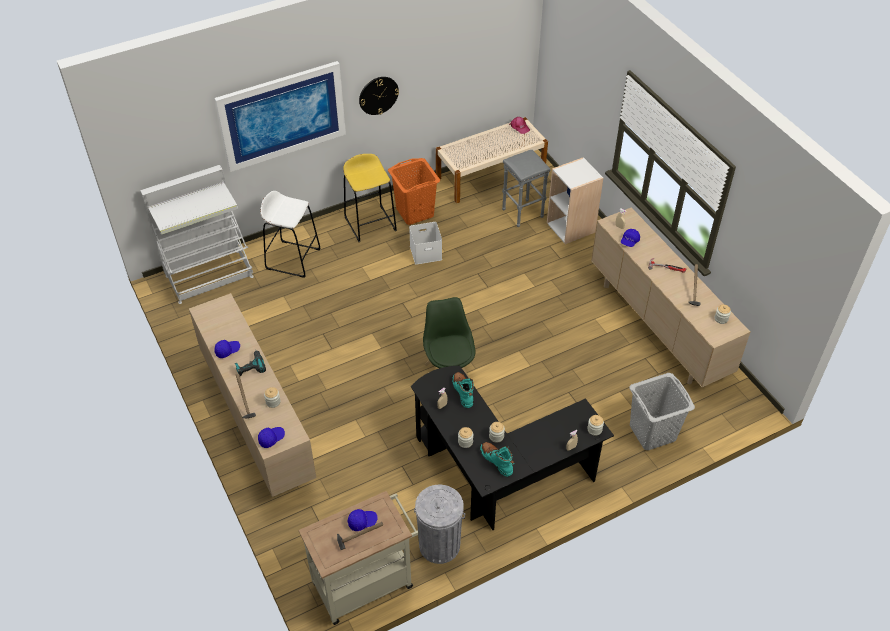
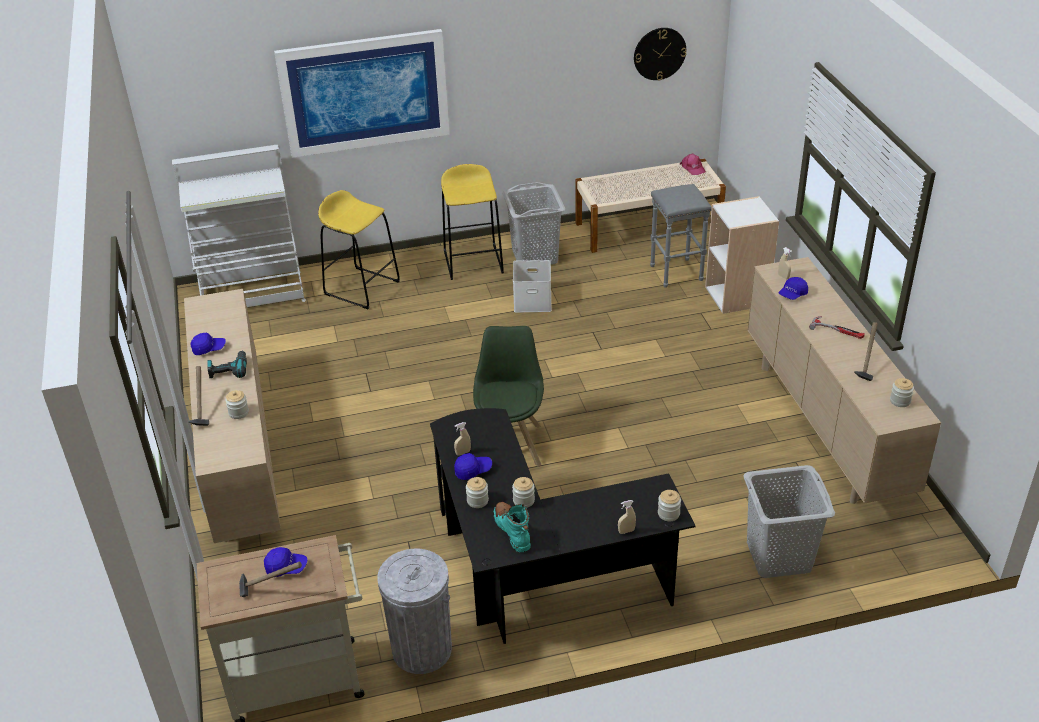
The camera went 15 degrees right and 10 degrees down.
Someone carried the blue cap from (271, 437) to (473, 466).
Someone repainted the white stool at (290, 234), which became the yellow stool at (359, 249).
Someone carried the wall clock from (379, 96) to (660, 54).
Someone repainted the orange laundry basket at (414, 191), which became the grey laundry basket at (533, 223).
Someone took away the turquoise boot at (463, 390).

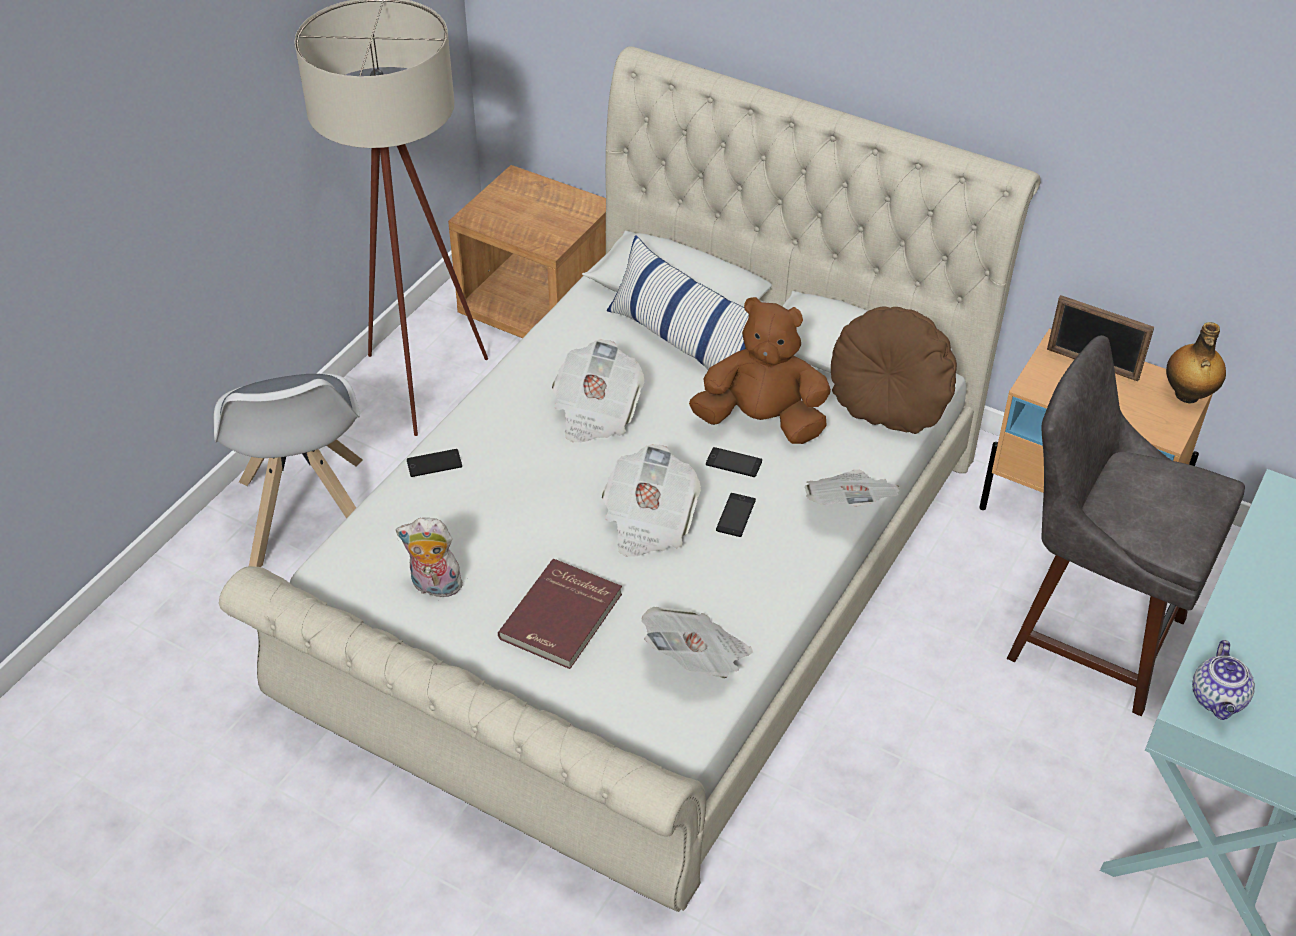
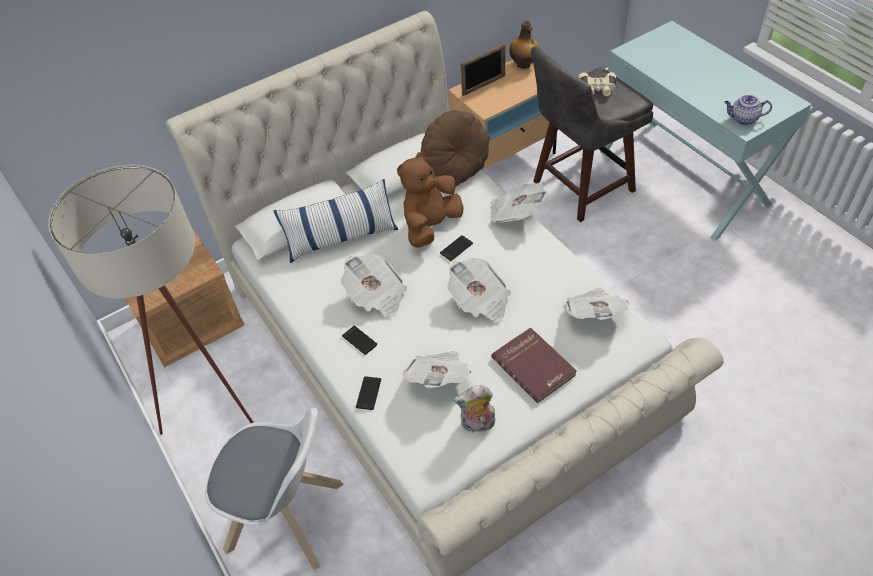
The camera went 60 degrees left and 5 degrees up.
Someone rotated the plush toy at (429, 558) by 45 degrees clockwise.
Someone carried the phone from (736, 515) to (359, 340).
Someone rotated the teapot at (1223, 680) by 150 degrees clockwise.
Someone put down the newspaper at (437, 369).
Someone put down the beige binoculars at (597, 84).

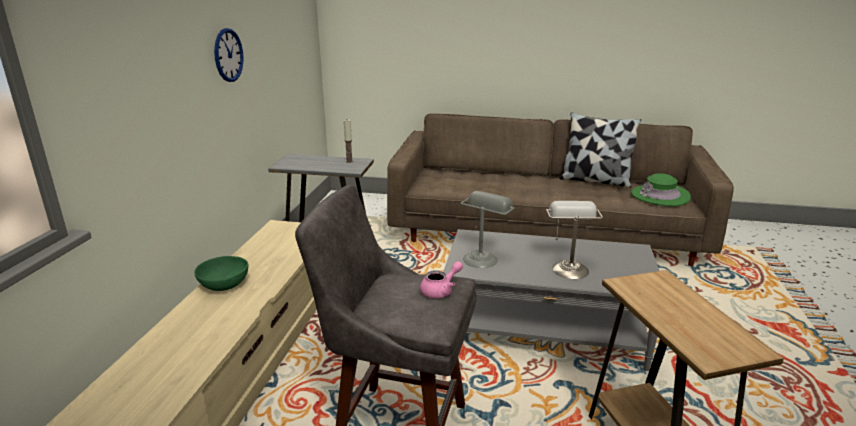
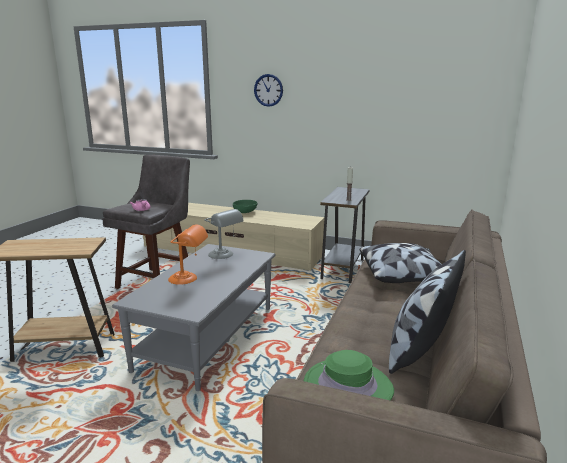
The camera went 100 degrees right and 5 degrees down.
Someone carried the wall clock from (229, 55) to (268, 90).
Someone repainted the white table lamp at (574, 240), which became the orange table lamp at (188, 254).
Someone put down the pillow at (401, 263).

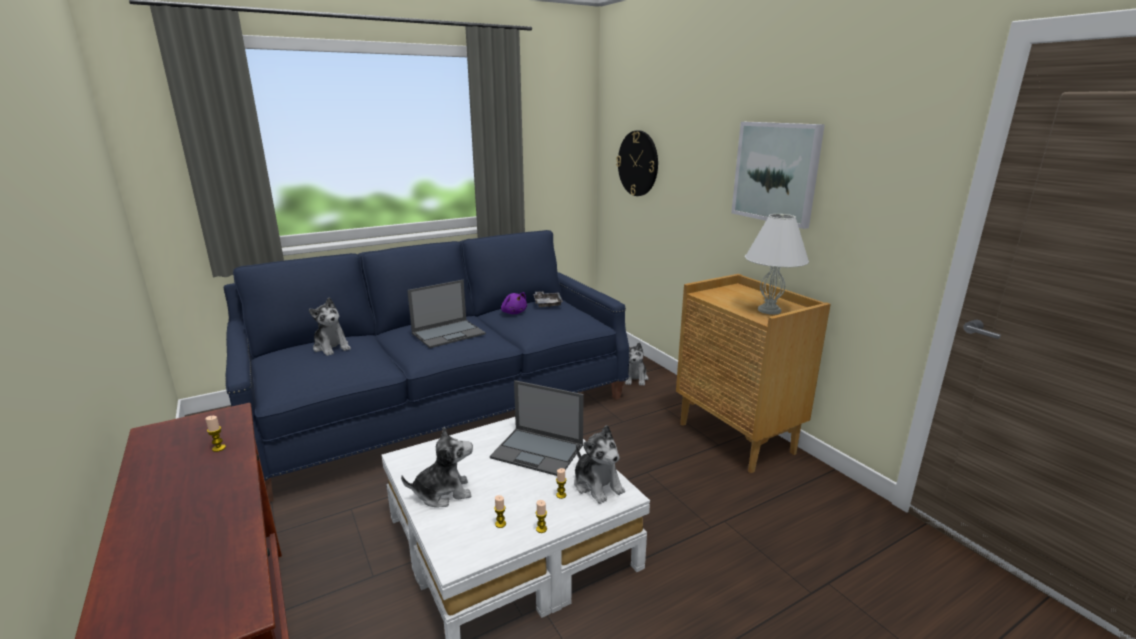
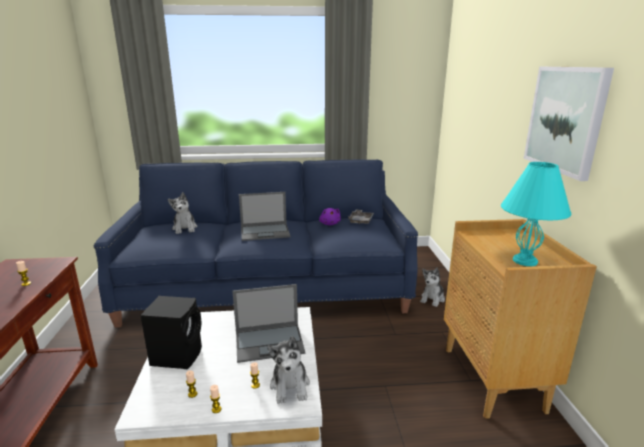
The camera went 25 degrees right and 0 degrees up.
Someone swapped the plush toy at (437, 467) for the black speaker at (171, 332).
Someone rotated the laptop at (537, 428) by 60 degrees counterclockwise.
Someone took away the wall clock at (637, 163).
Someone repainted the white table lamp at (777, 264), which became the turquoise table lamp at (536, 214).

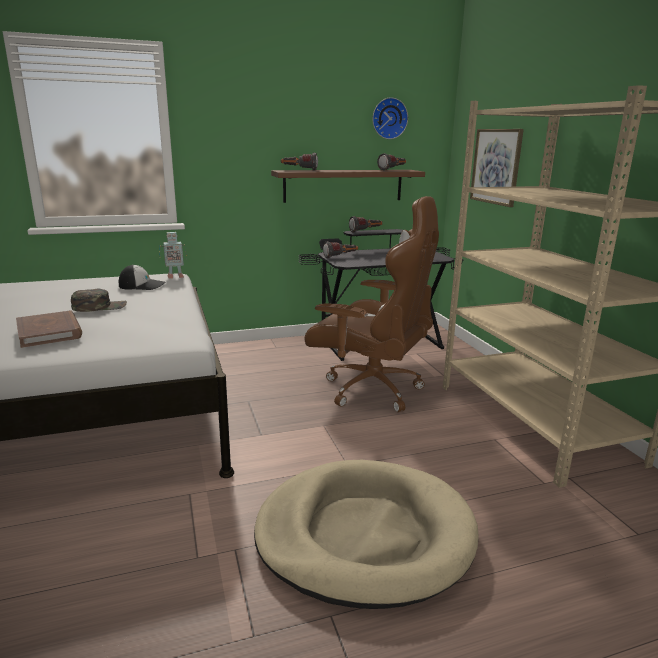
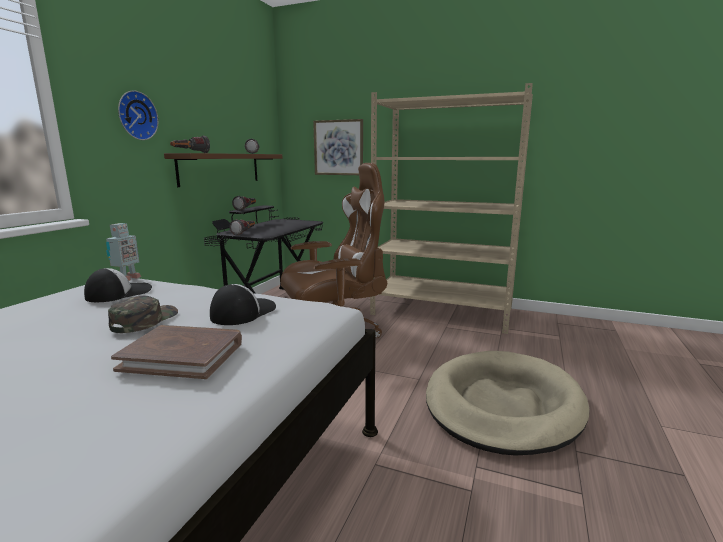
The camera went 50 degrees left and 5 degrees down.
Someone carried the wall clock from (390, 118) to (138, 115).
Someone put down the cap at (243, 304).

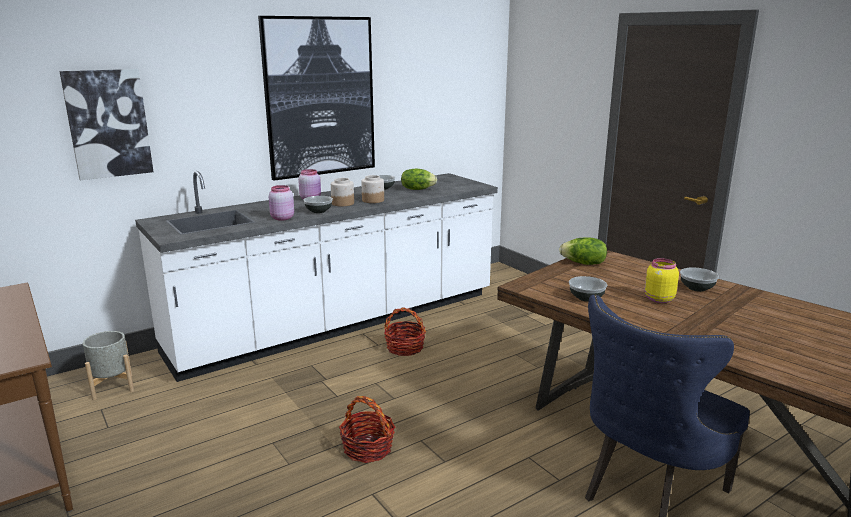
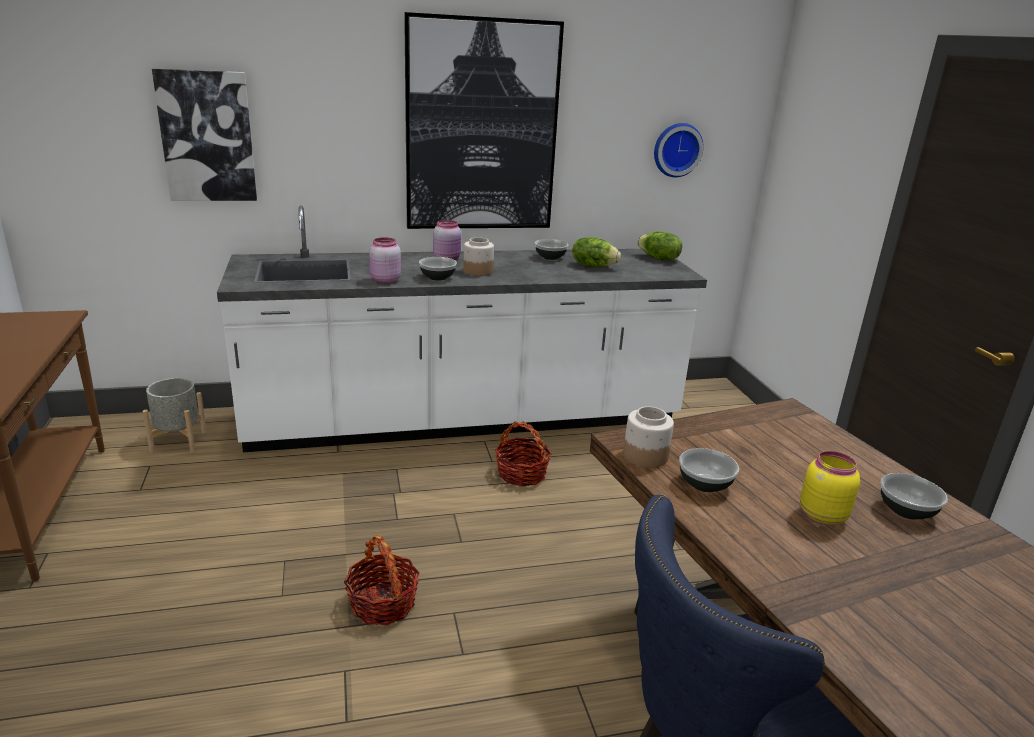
The camera went 20 degrees right and 5 degrees up.
Someone carried the jar from (372, 189) to (648, 437).
Someone carried the lettuce from (583, 251) to (659, 245).
Someone put up the wall clock at (679, 150).

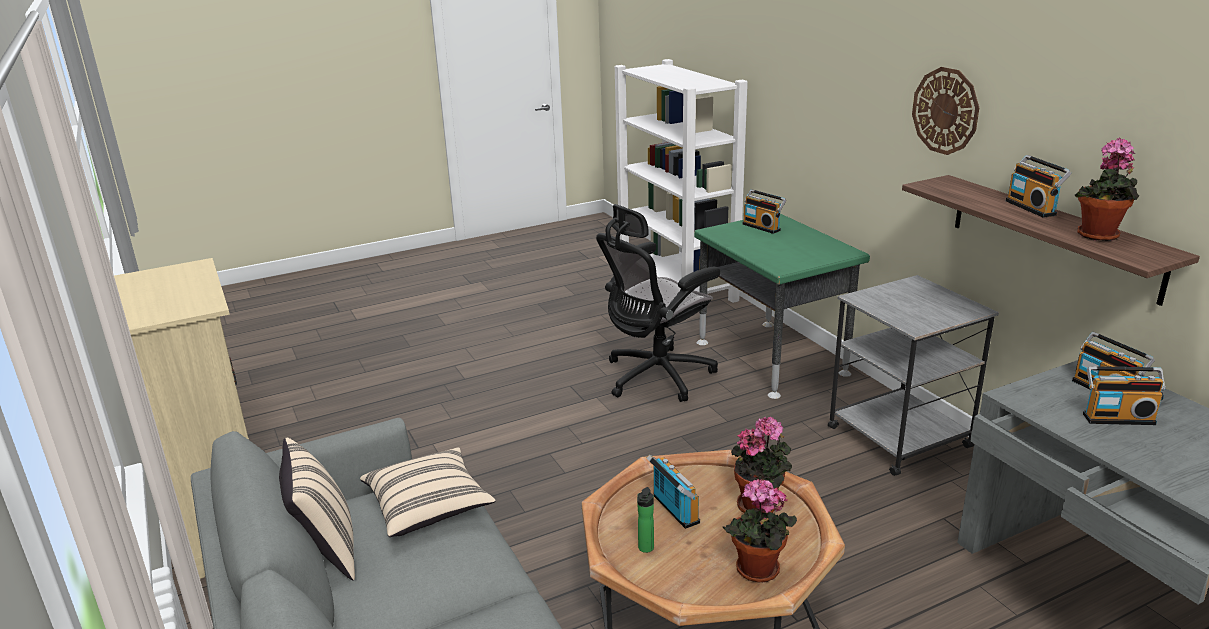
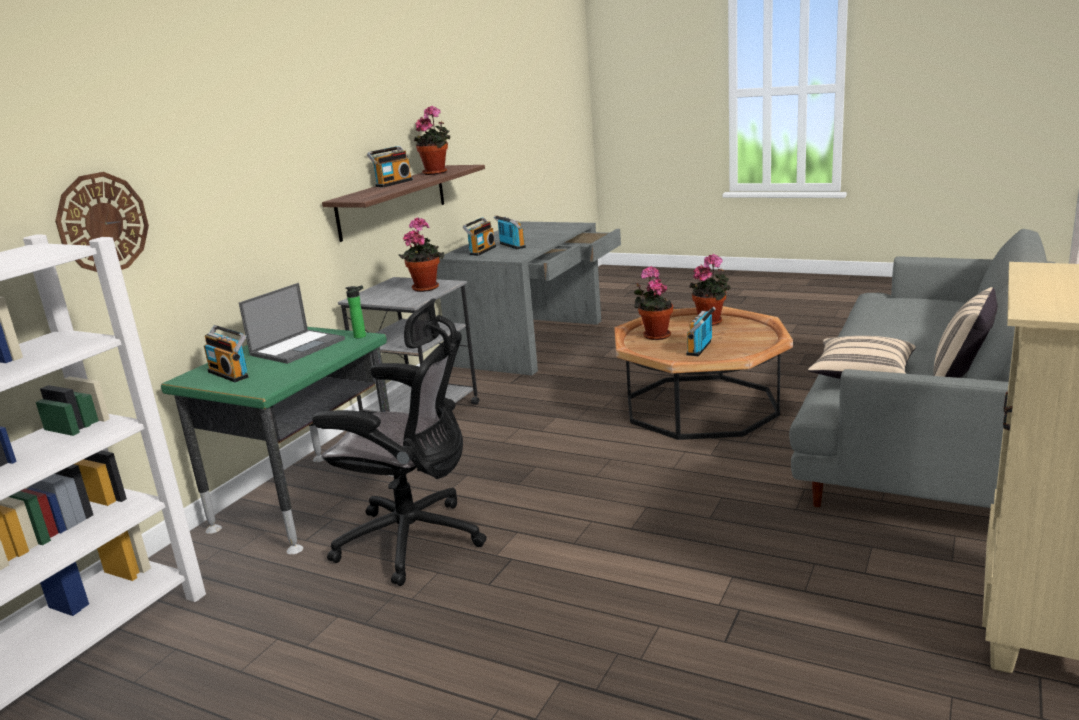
The camera went 125 degrees left and 5 degrees down.
Someone carried the bottle from (645, 520) to (355, 311).
Someone rotated the radio at (764, 211) by 120 degrees clockwise.
Someone carried the wall clock from (945, 111) to (102, 222).
Someone put down the laptop at (292, 323).
Someone put down the potted plant at (421, 254).

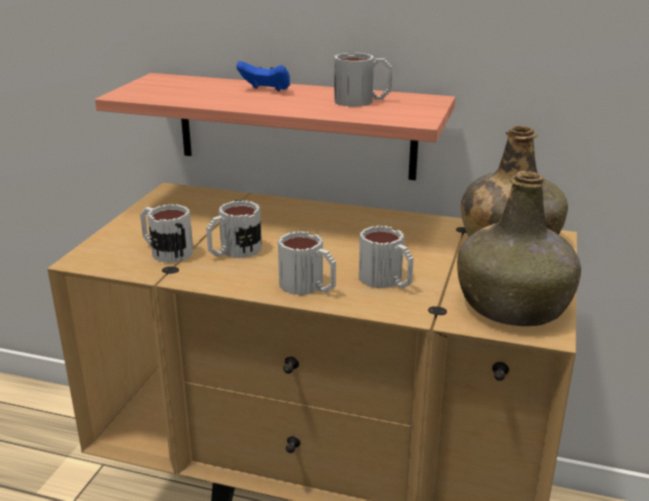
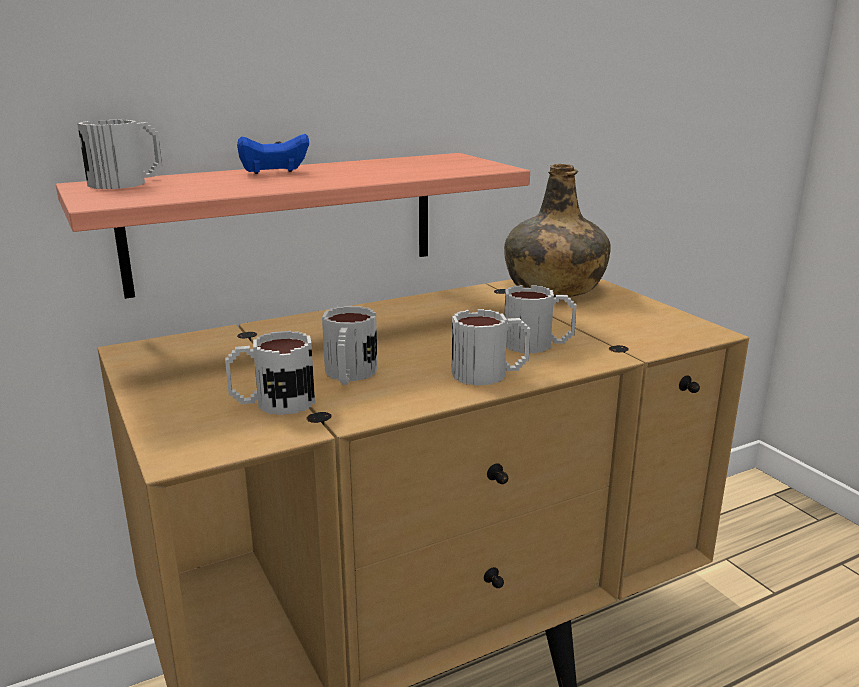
The camera went 45 degrees left and 5 degrees down.
Someone carried the mug from (363, 80) to (119, 154).
Someone took away the green bottle at (519, 248).

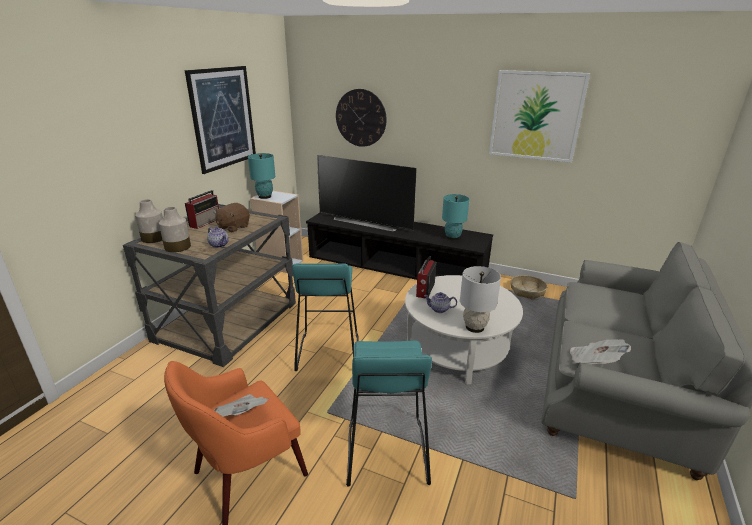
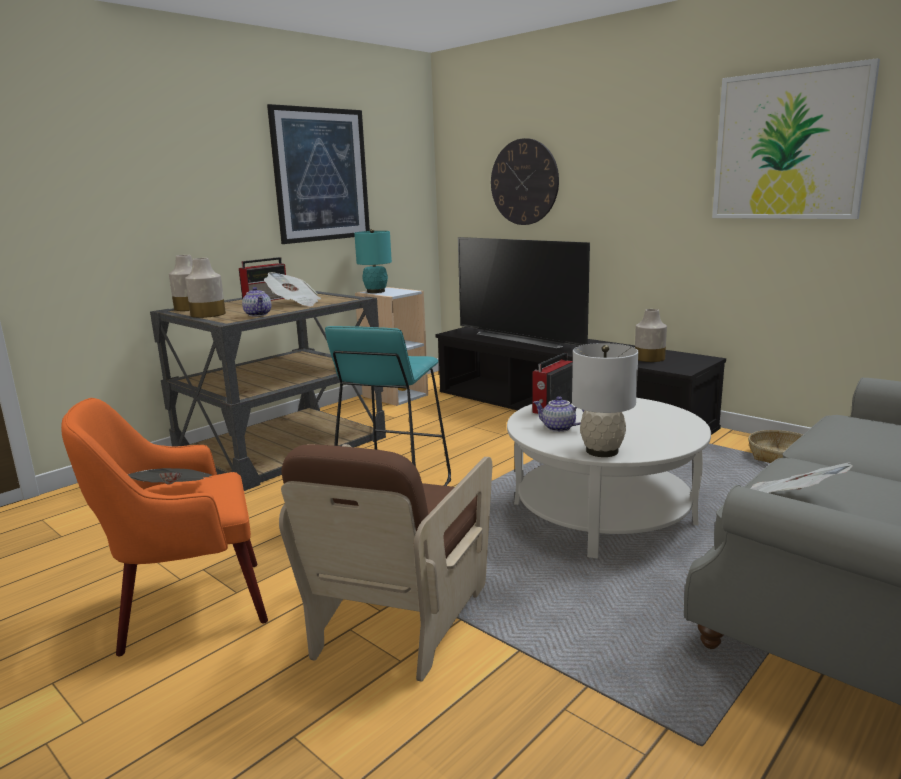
The camera went 20 degrees right and 10 degrees down.
Someone swapped the brown plush toy at (232, 217) for the newspaper at (292, 289).
Someone swapped the turquoise stool at (389, 414) for the brown armchair at (385, 563).
Someone swapped the turquoise table lamp at (455, 217) for the beige vase at (651, 335).

